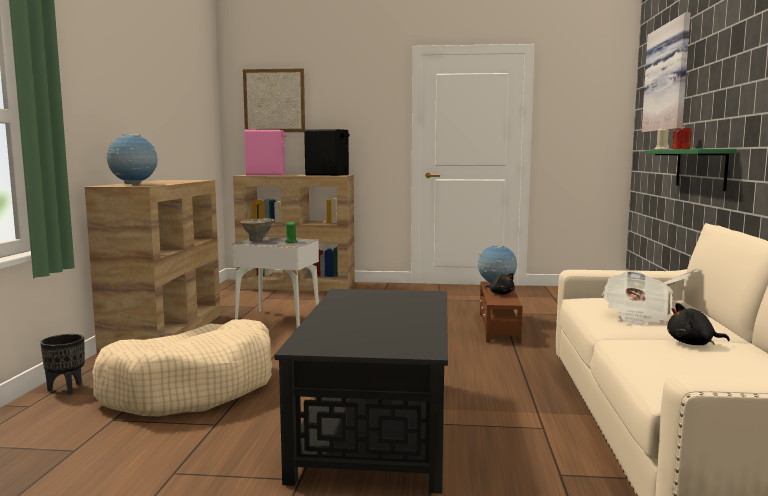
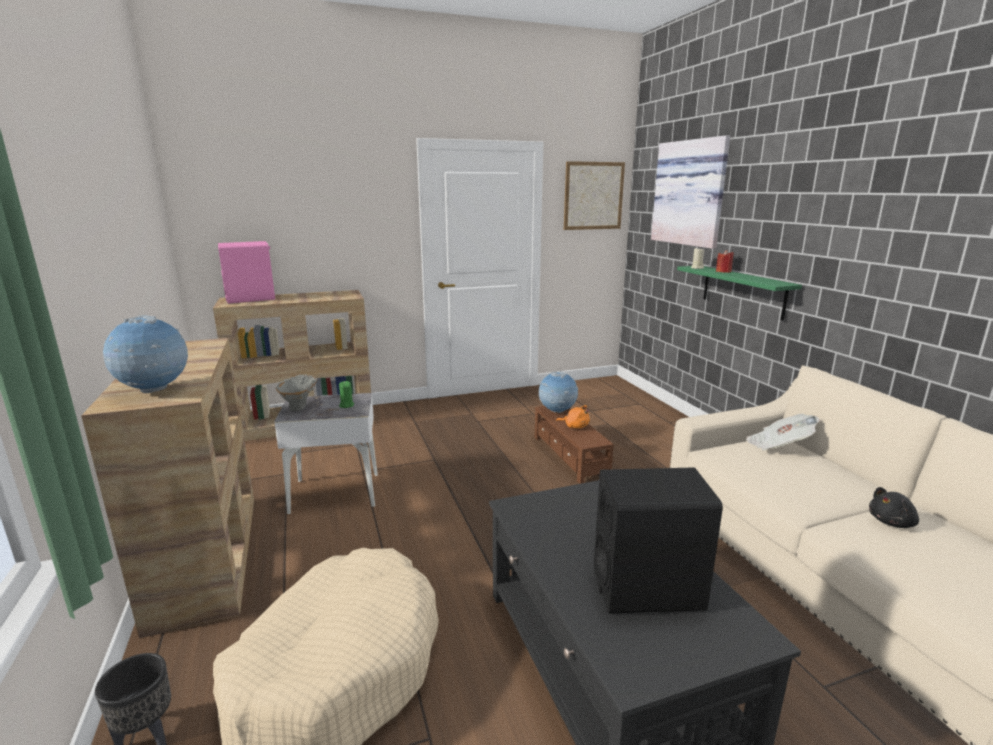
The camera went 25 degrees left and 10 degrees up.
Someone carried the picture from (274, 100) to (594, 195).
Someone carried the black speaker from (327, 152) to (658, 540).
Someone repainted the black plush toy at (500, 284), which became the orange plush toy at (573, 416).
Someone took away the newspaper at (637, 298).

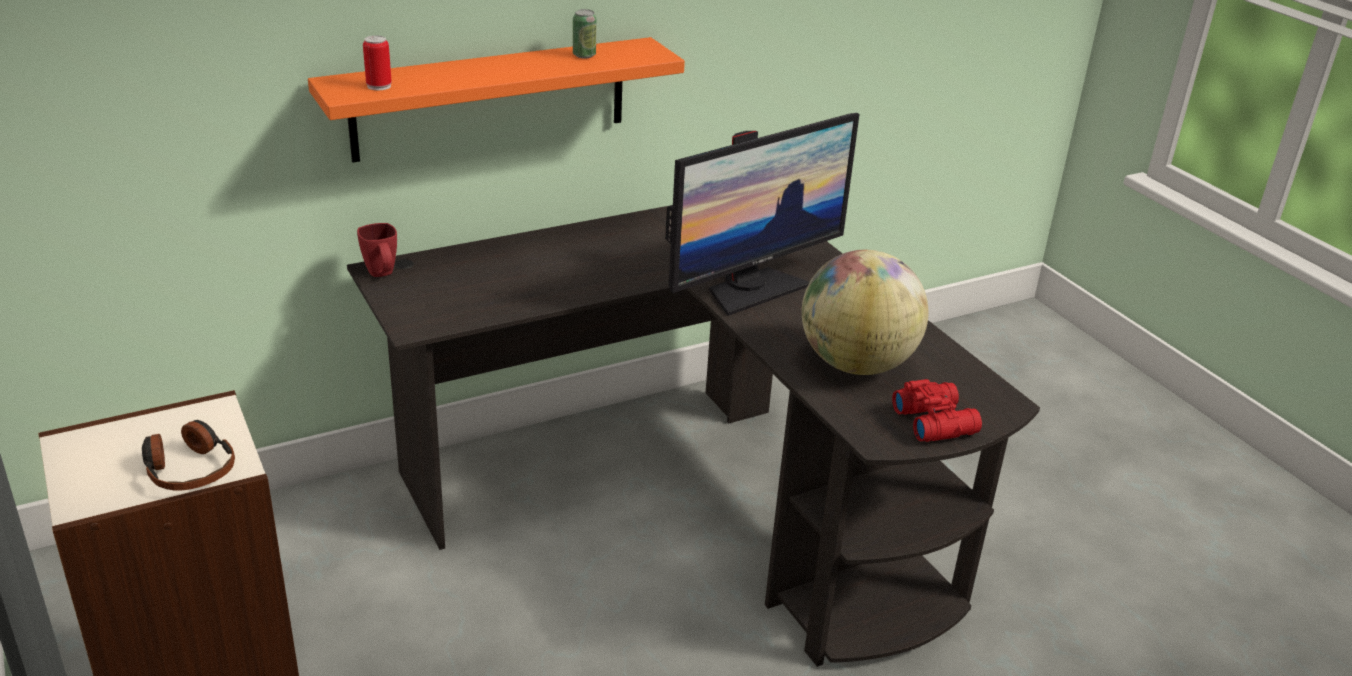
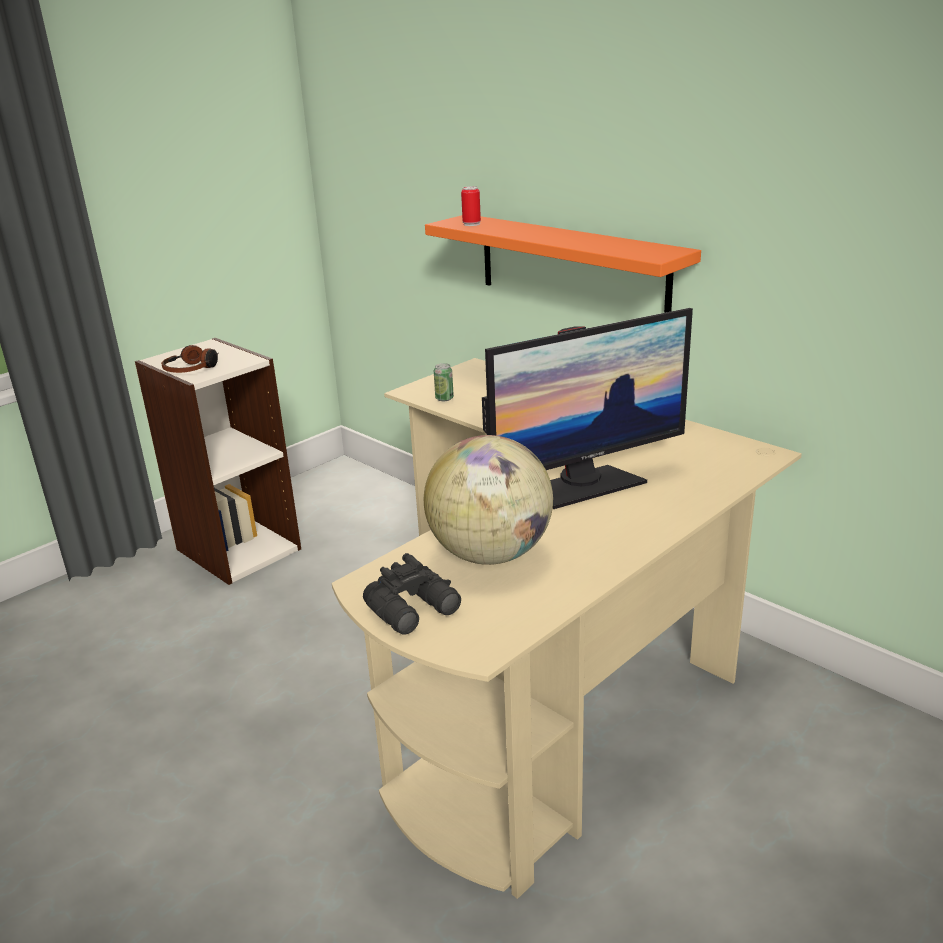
The camera went 75 degrees right and 5 degrees down.
Someone repainted the black desk at (693, 436), which became the beige desk at (567, 628).
Someone took away the red mug at (377, 250).
Someone carried the can from (585, 34) to (444, 382).
Someone rotated the monitor at (762, 214) by 60 degrees counterclockwise.
Someone repainted the red binoculars at (937, 410), which became the black binoculars at (412, 594).

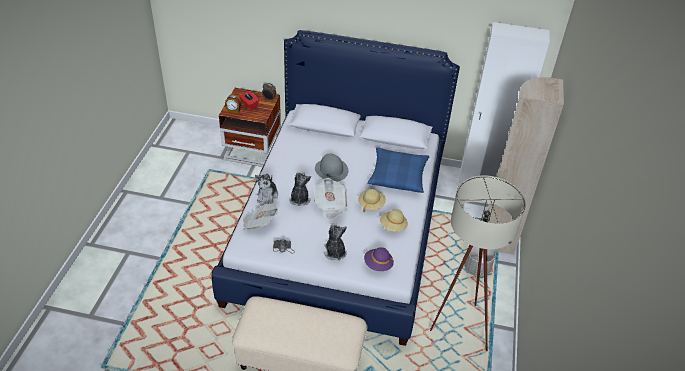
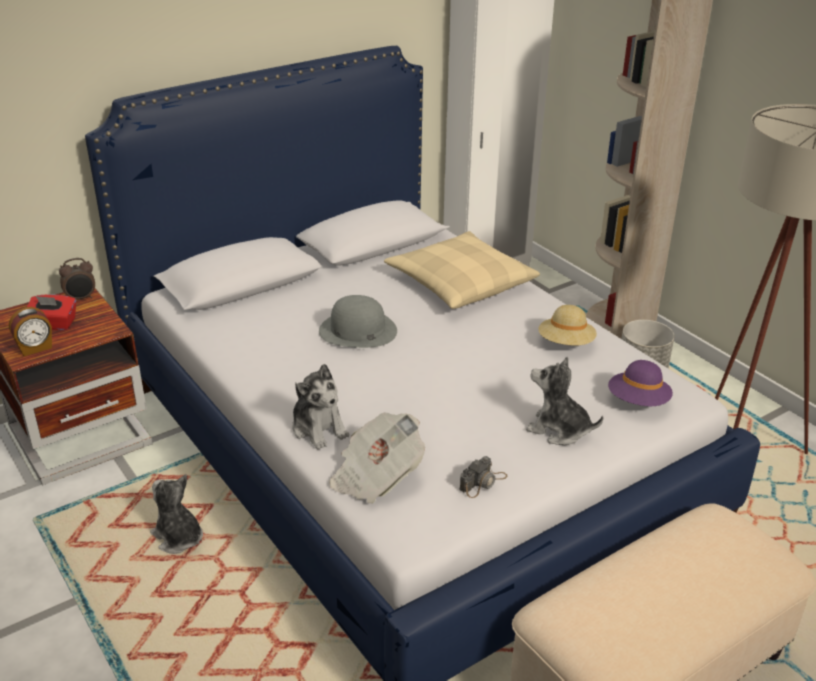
The camera went 45 degrees left and 10 degrees down.
Someone carried the plush toy from (300, 188) to (176, 514).
Someone took away the newspaper at (331, 198).
Someone took away the beige hat at (372, 200).
Someone repainted the blue pillow at (398, 170), which became the beige pillow at (462, 270).

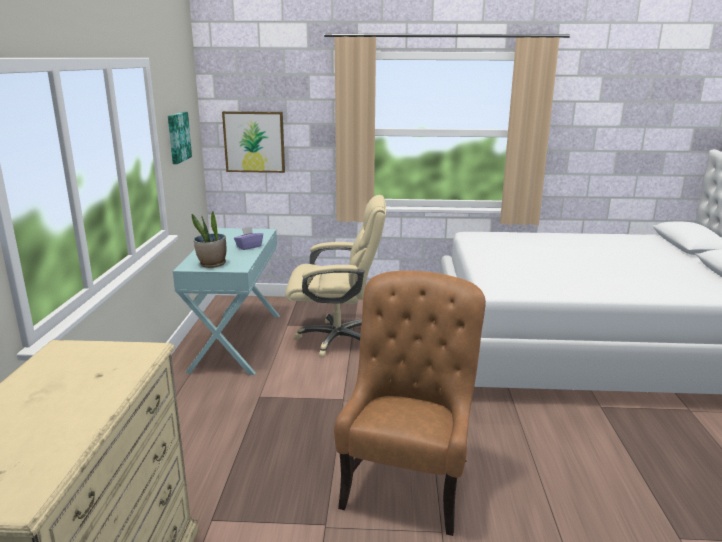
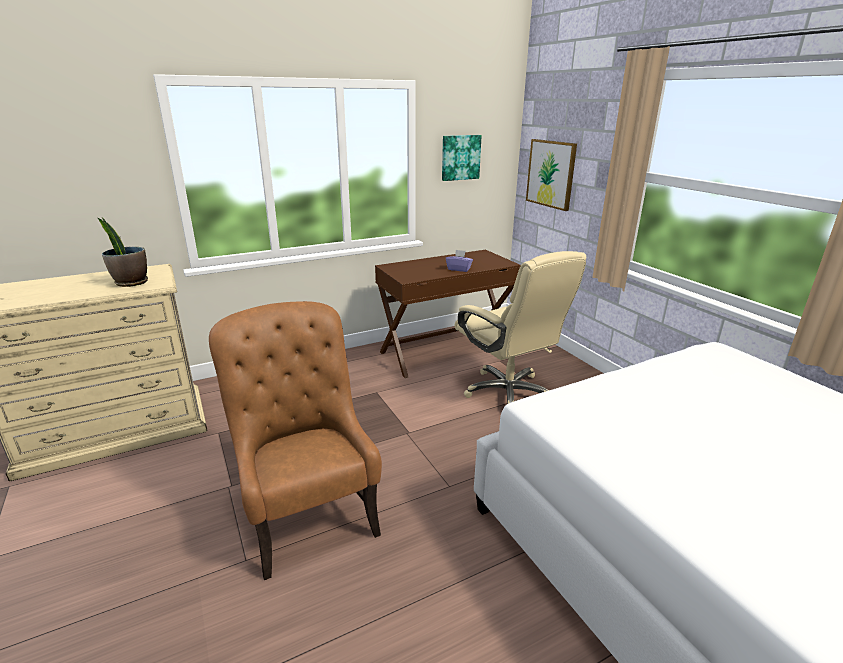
The camera went 60 degrees right and 5 degrees up.
Someone repainted the turquoise desk at (226, 301), which became the brown desk at (448, 314).
Someone carried the potted plant from (209, 240) to (123, 252).
Someone rotated the brown chair at (410, 403) by 105 degrees counterclockwise.

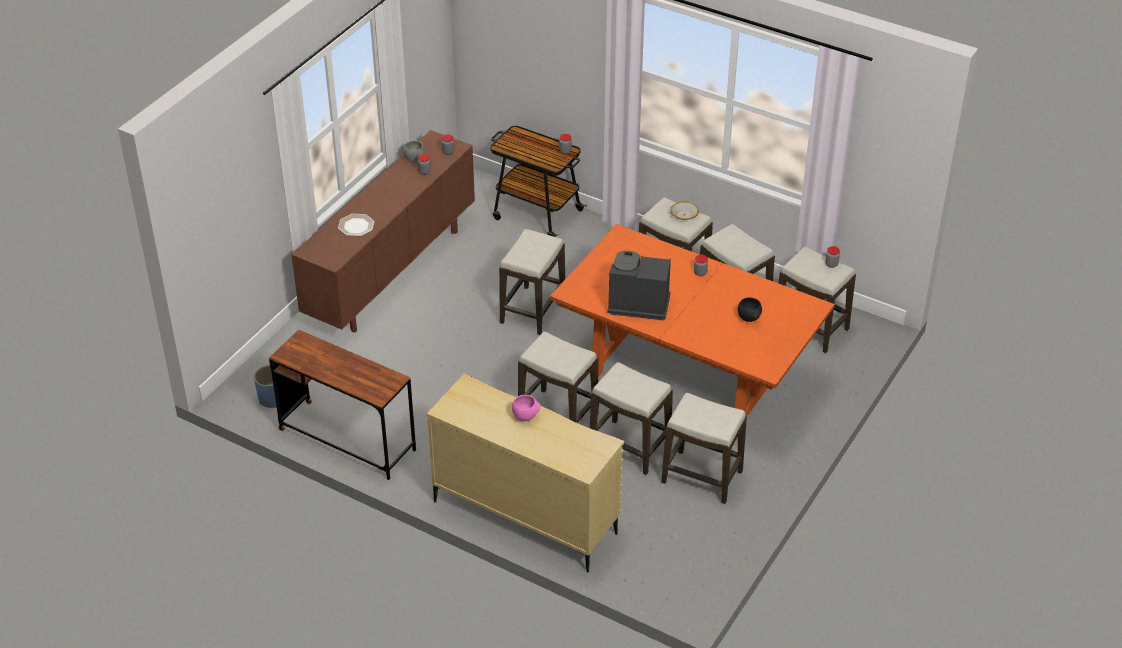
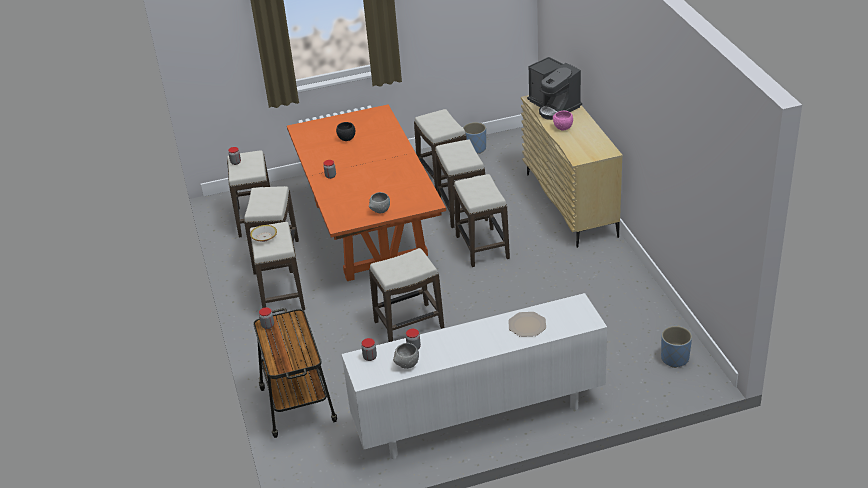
The camera went 135 degrees left and 5 degrees down.
Someone took away the brown desk at (342, 405).
Someone repainted the brown cabinet at (383, 231), which became the white cabinet at (474, 376).
Someone carried the coffee machine from (639, 286) to (554, 88).
Someone put down the grey bowl at (379, 202).
Someone put down the blue planter at (474, 138).

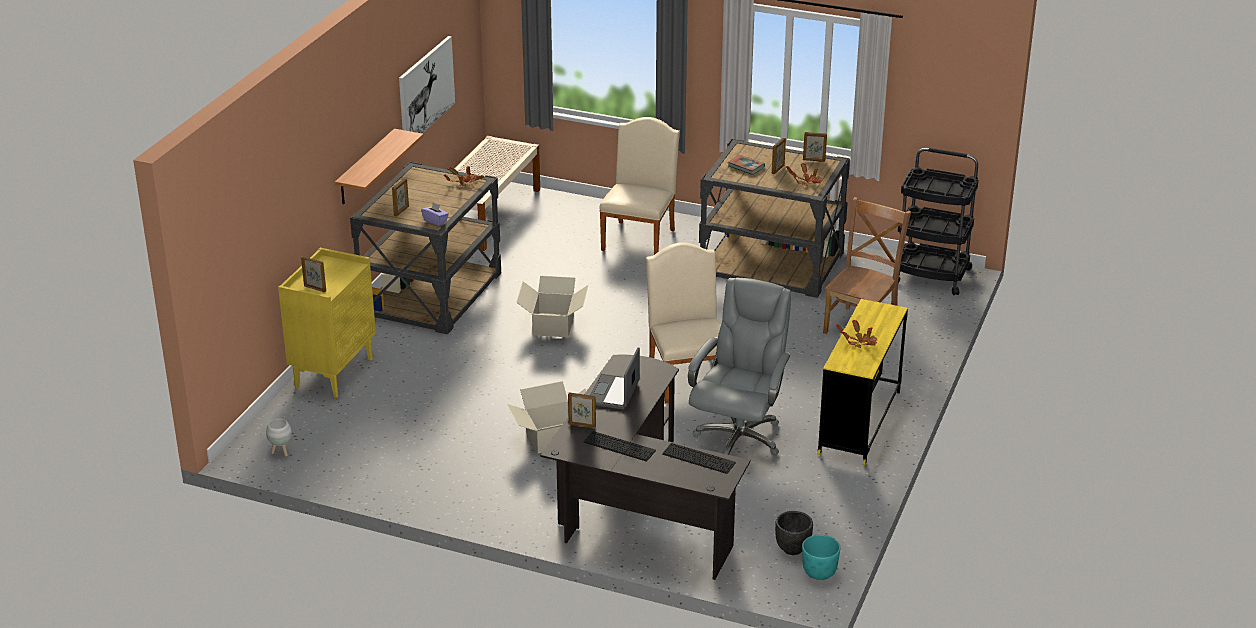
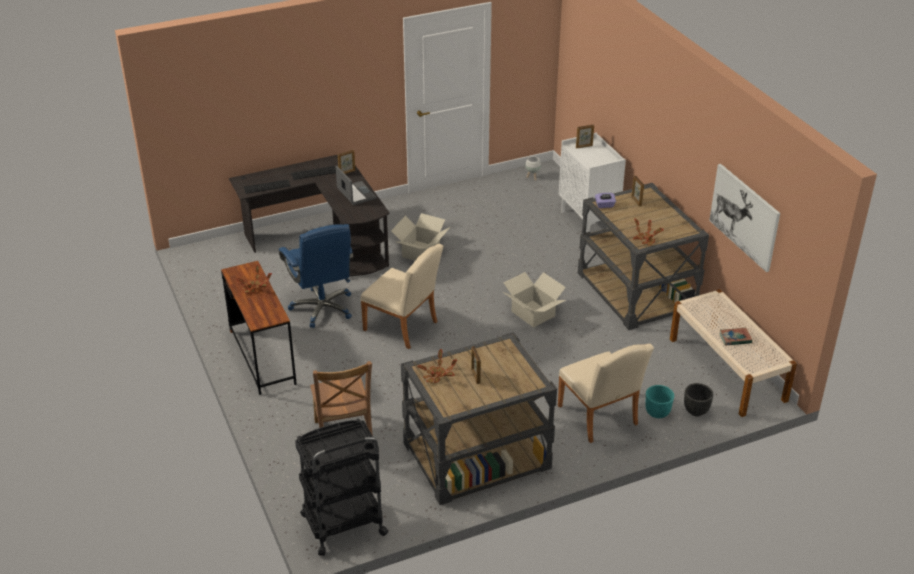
The camera went 135 degrees right and 5 degrees up.
Someone repainted the yellow cabinet at (327, 322), which became the white cabinet at (592, 182).
Someone took away the shelf at (379, 166).
Someone repainted the grey office chair at (739, 367), which became the blue office chair at (316, 276).
Someone carried the book from (746, 165) to (735, 337).
Someone carried the black planter from (794, 533) to (698, 399).
Someone carried the turquoise planter from (821, 557) to (659, 401).
Someone took away the picture frame at (815, 147).
Someone repainted the yellow desk at (863, 382), which became the brown desk at (259, 328).

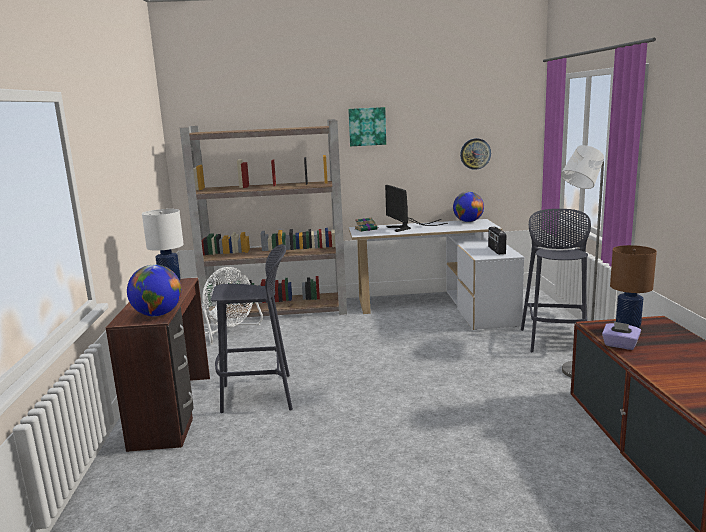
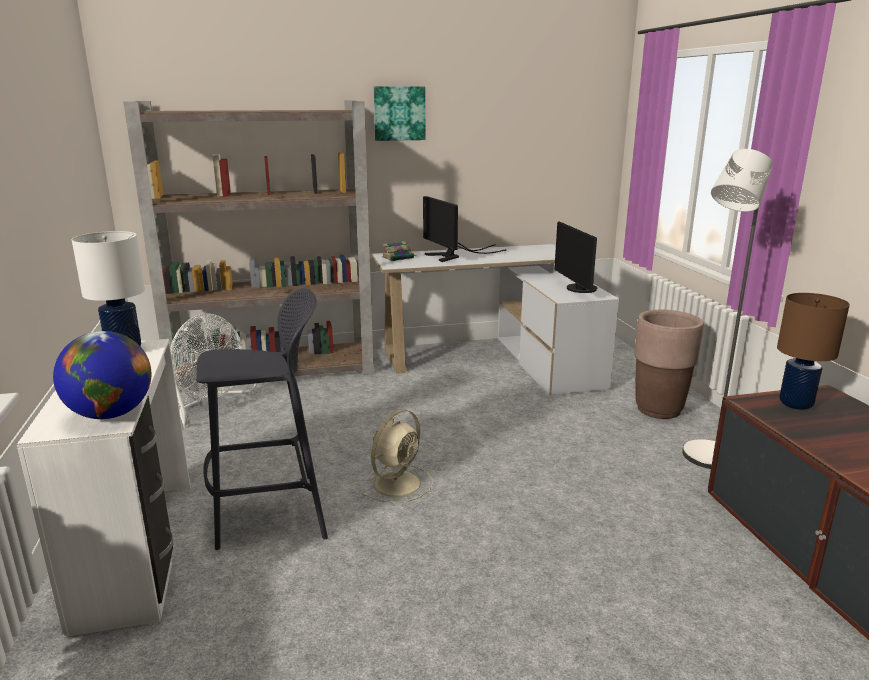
The camera went 10 degrees left and 5 degrees up.
Someone repainted the brown desk at (158, 364), which became the white desk at (104, 488).
Someone took away the globe at (468, 207).
Someone took away the wall clock at (475, 154).
Someone swapped the radio at (497, 241) for the monitor at (576, 257).
Someone swapped the grey stool at (556, 280) for the brown planter at (669, 364).
Someone took away the purple tissue box at (621, 335).
Someone put down the beige fan at (397, 456).

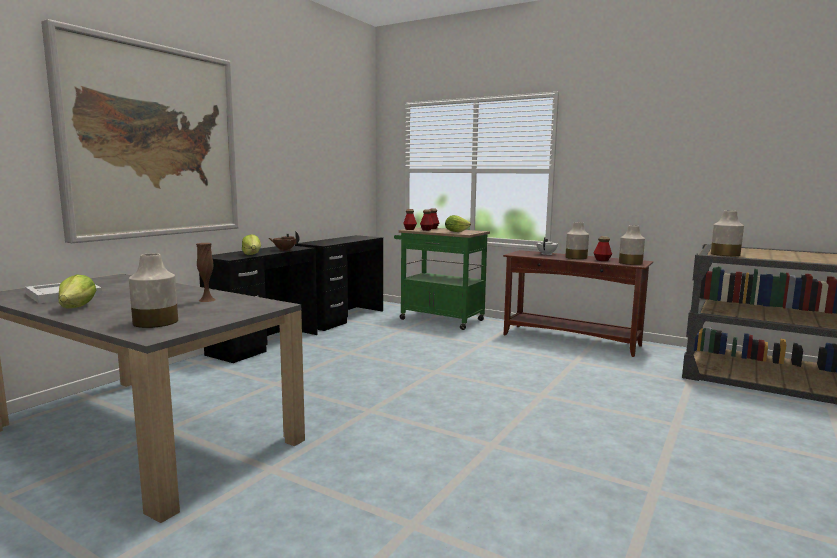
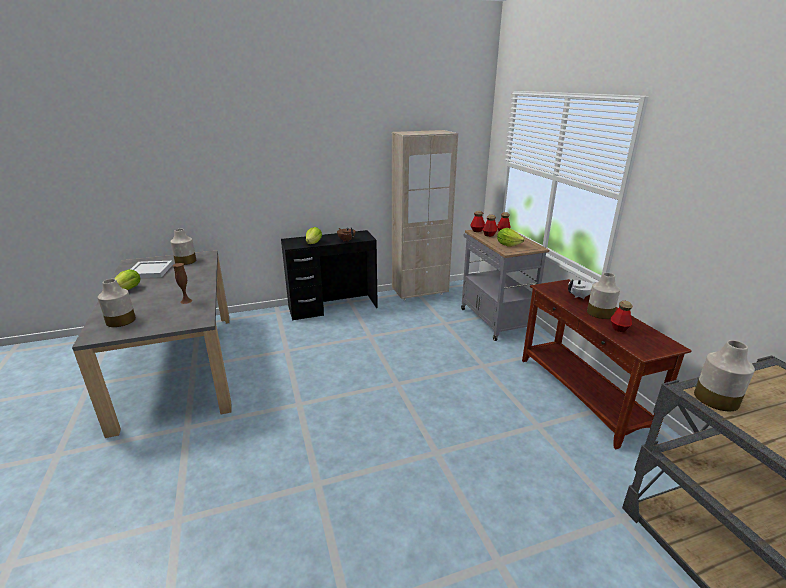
The camera went 40 degrees right and 15 degrees up.
Someone took away the picture at (139, 131).
Someone swapped the black desk at (339, 283) for the beige cabinet at (425, 215).
Someone repainted the green cart at (442, 278), which became the grey cart at (505, 284).
Someone carried the beige vase from (632, 245) to (183, 247).

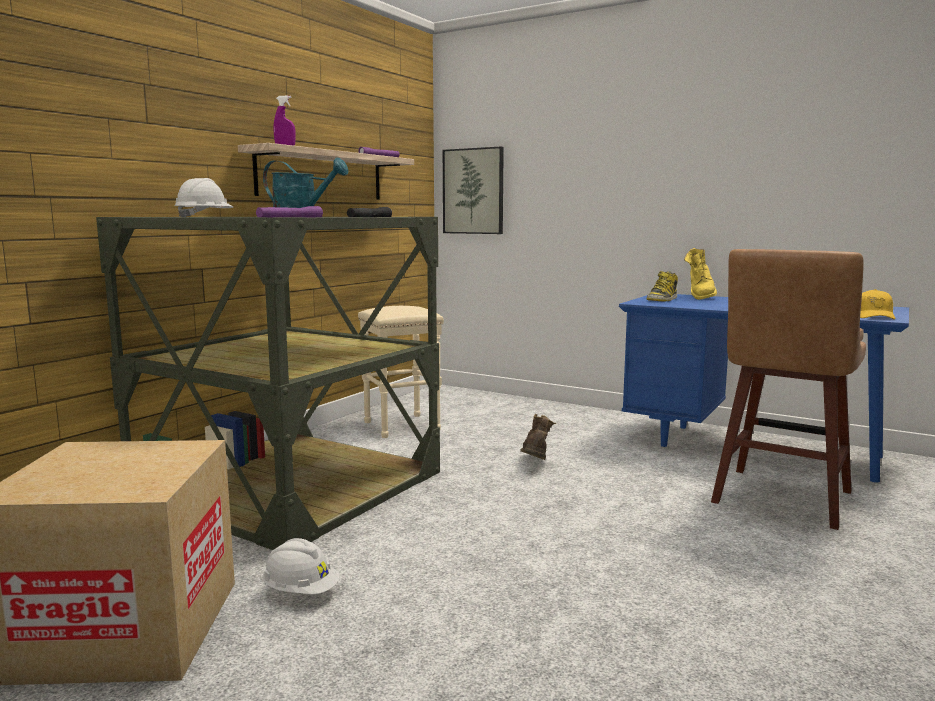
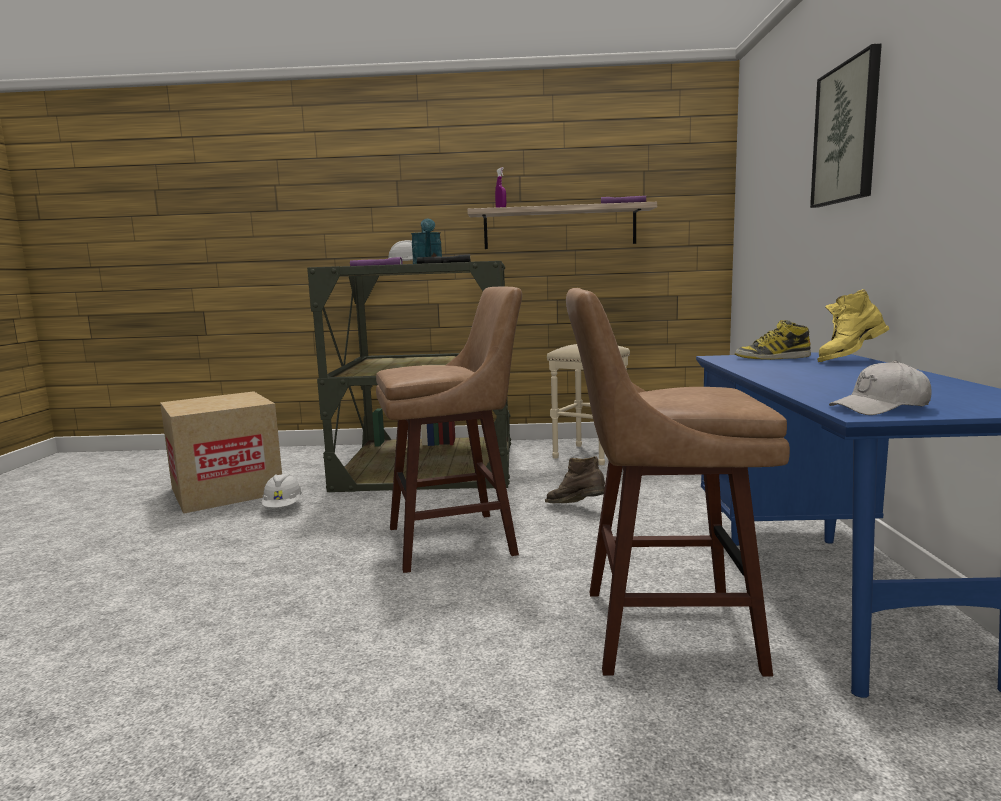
The camera went 60 degrees right and 0 degrees up.
Someone carried the picture from (473, 190) to (846, 126).
Someone rotated the brown boot at (538, 437) by 120 degrees counterclockwise.
Someone repainted the yellow cap at (878, 304), which became the white cap at (880, 387).
Someone put down the brown stool at (449, 430).

